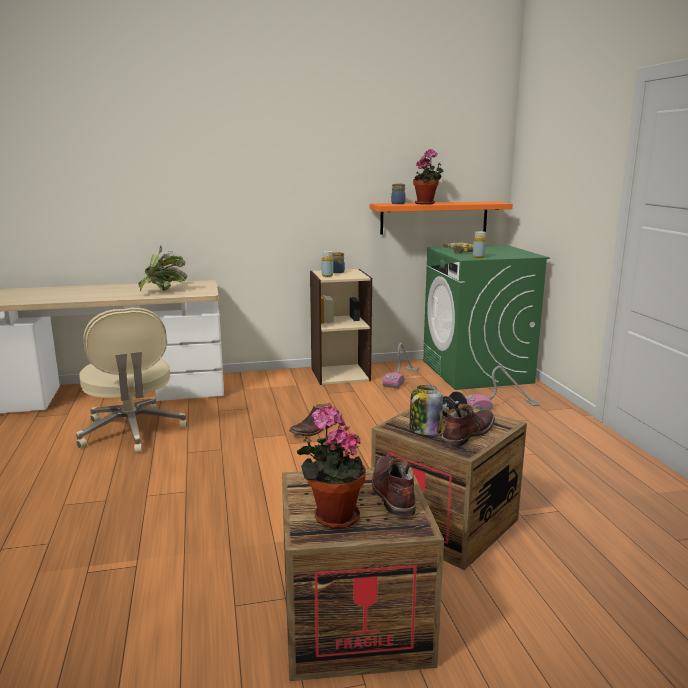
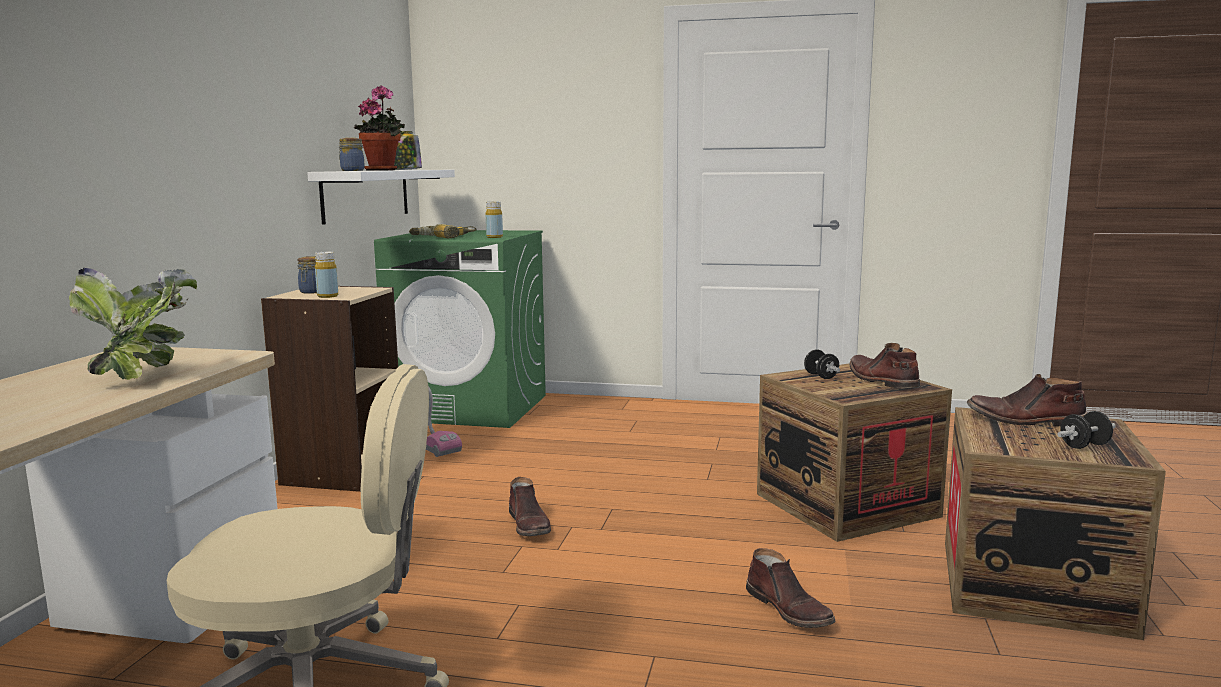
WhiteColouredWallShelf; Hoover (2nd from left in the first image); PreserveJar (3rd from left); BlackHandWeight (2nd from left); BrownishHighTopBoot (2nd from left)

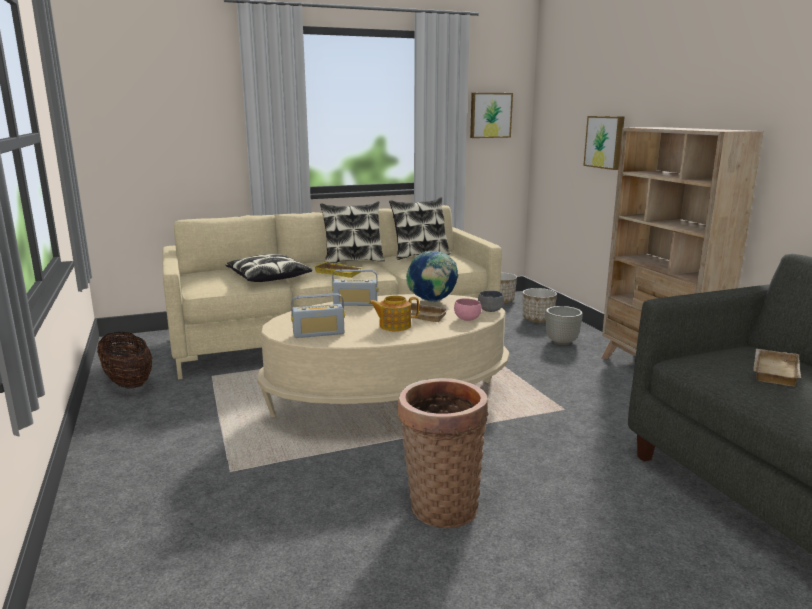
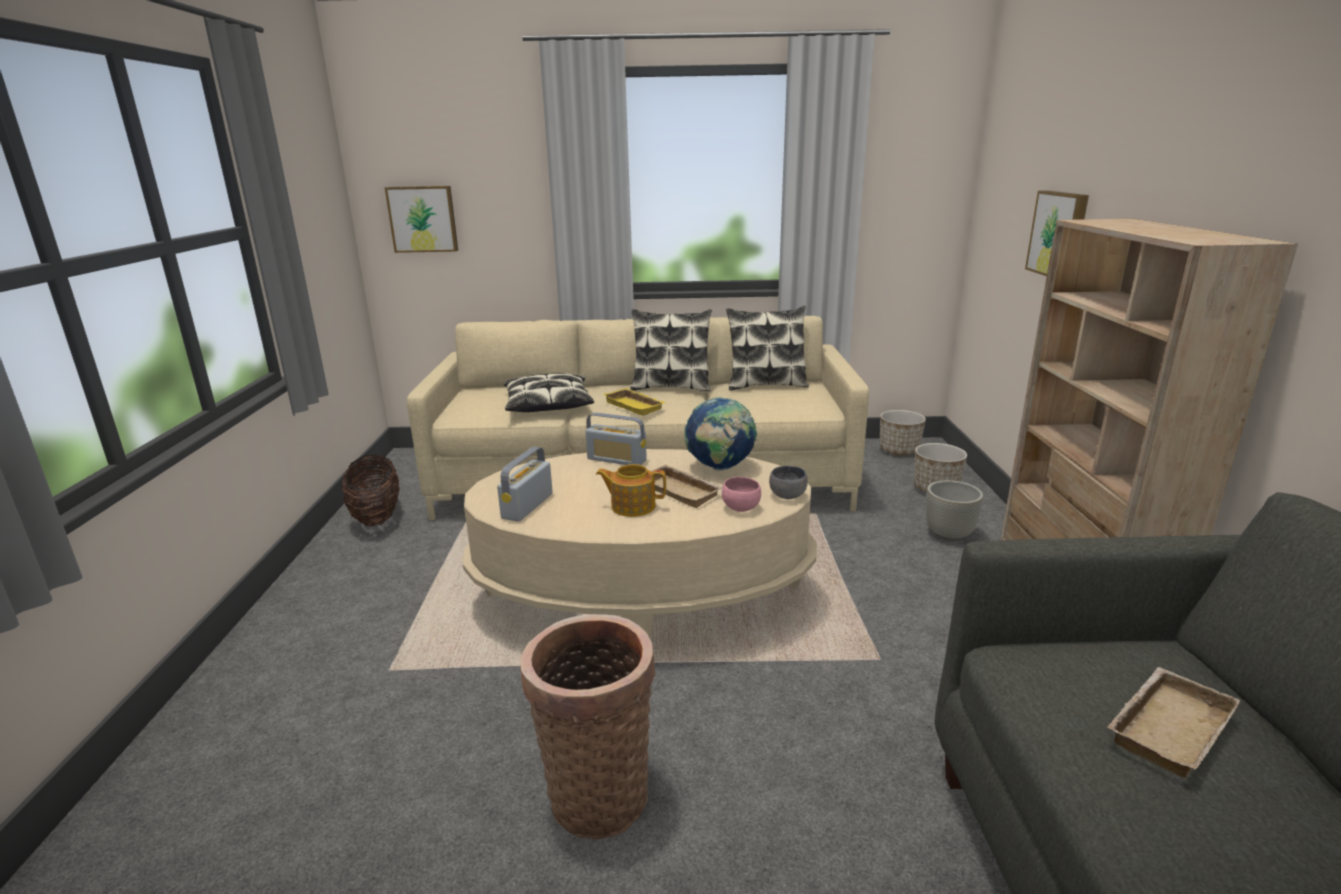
WallArt (1st from left); Radio (1st from left)

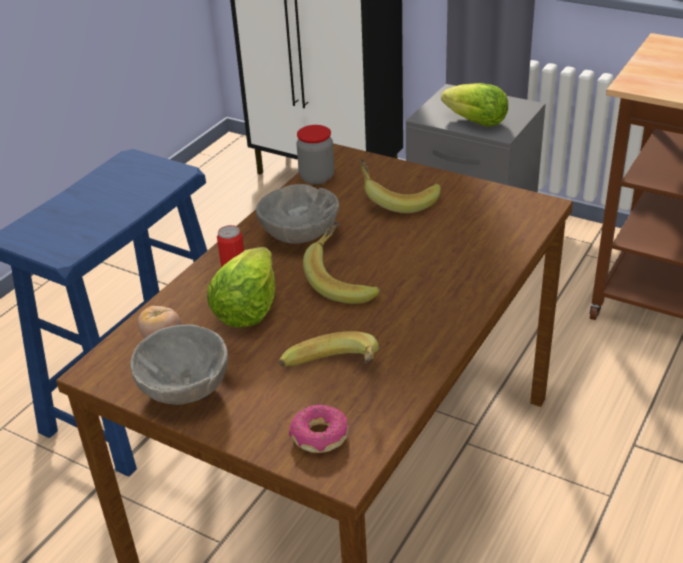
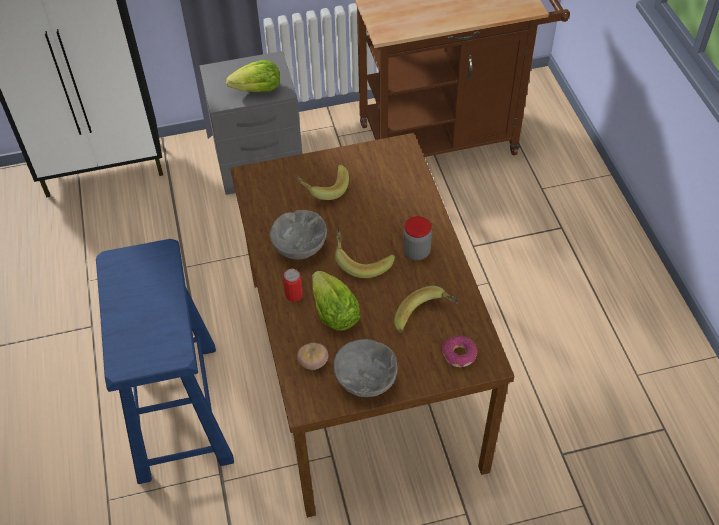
PreserveJar

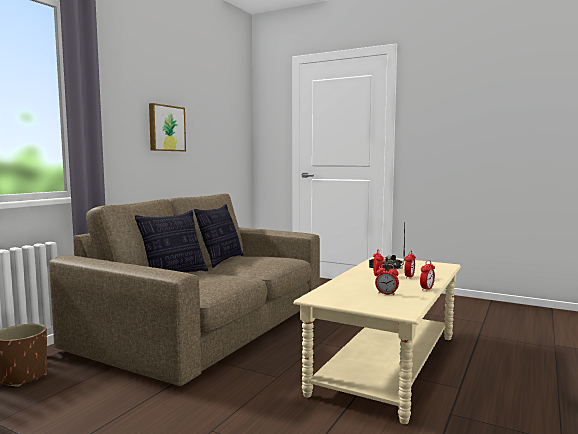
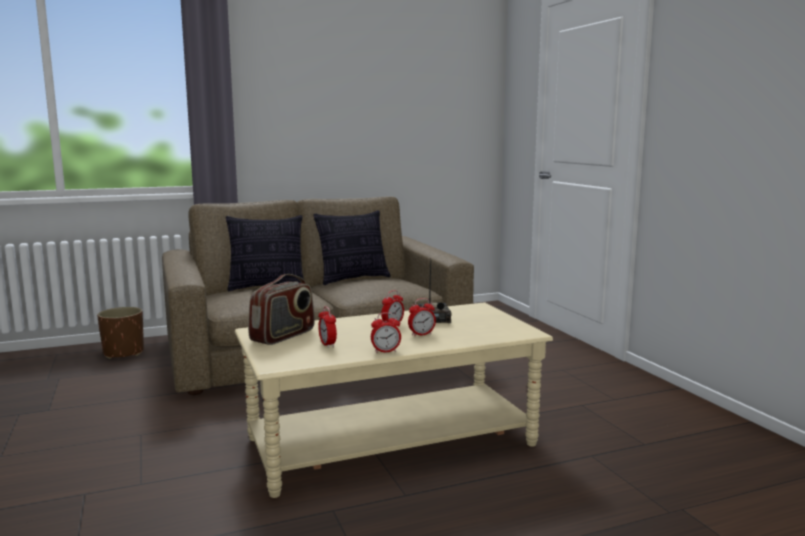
WallArt; Radio (1st from left)

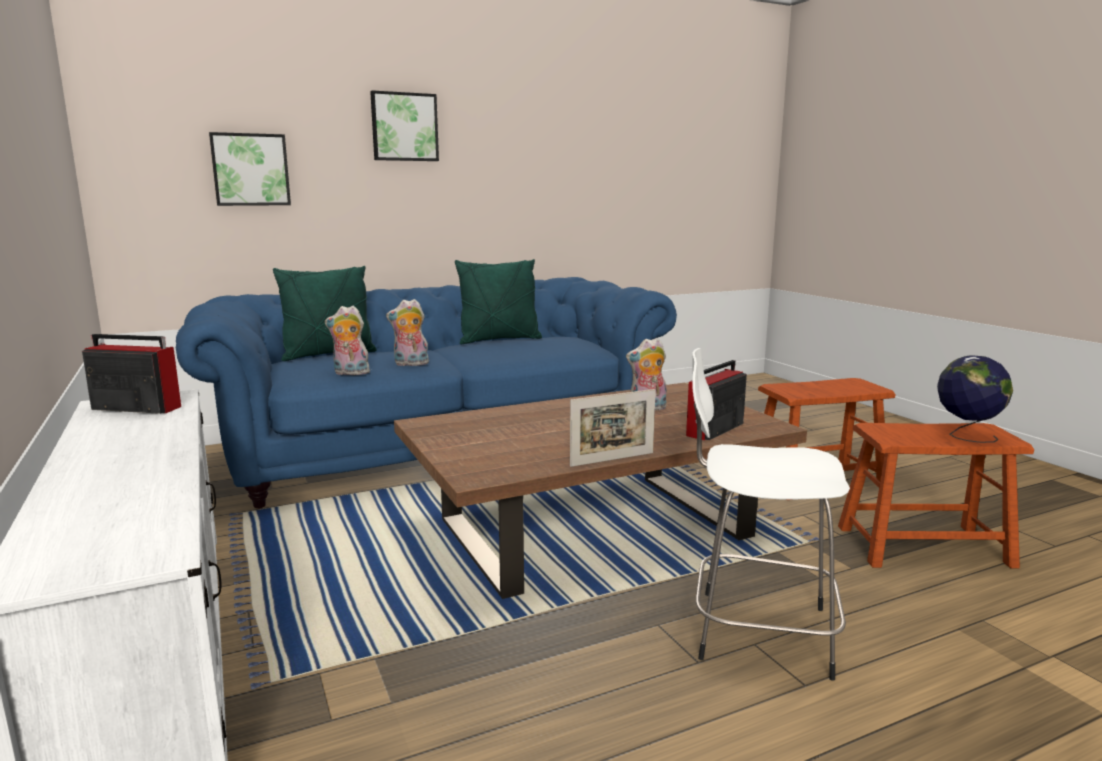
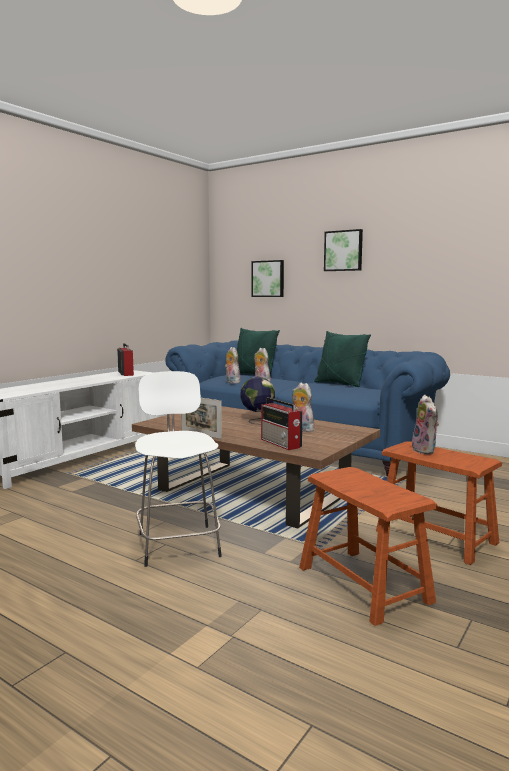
WorldGlobe; Radio (2nd from left); CuddlyToy (4th from left)

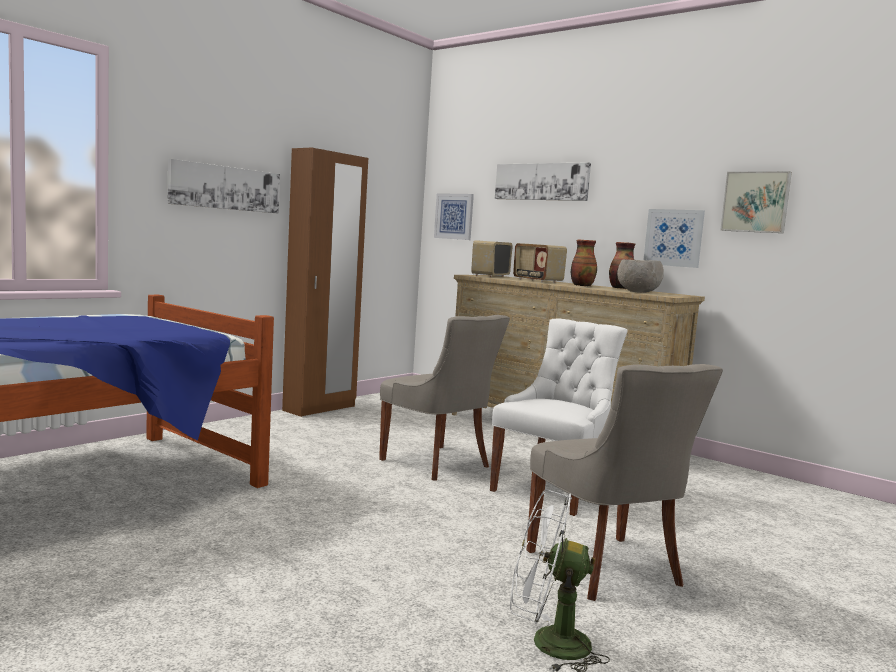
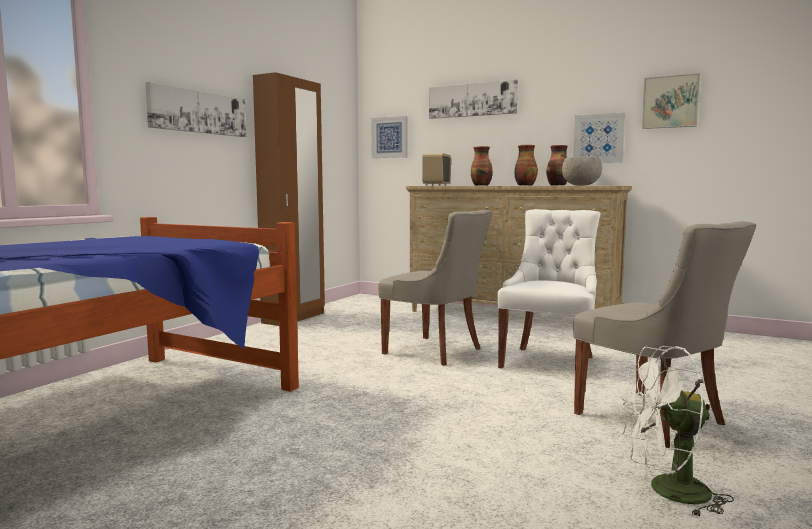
FlowerVase (1st from left)

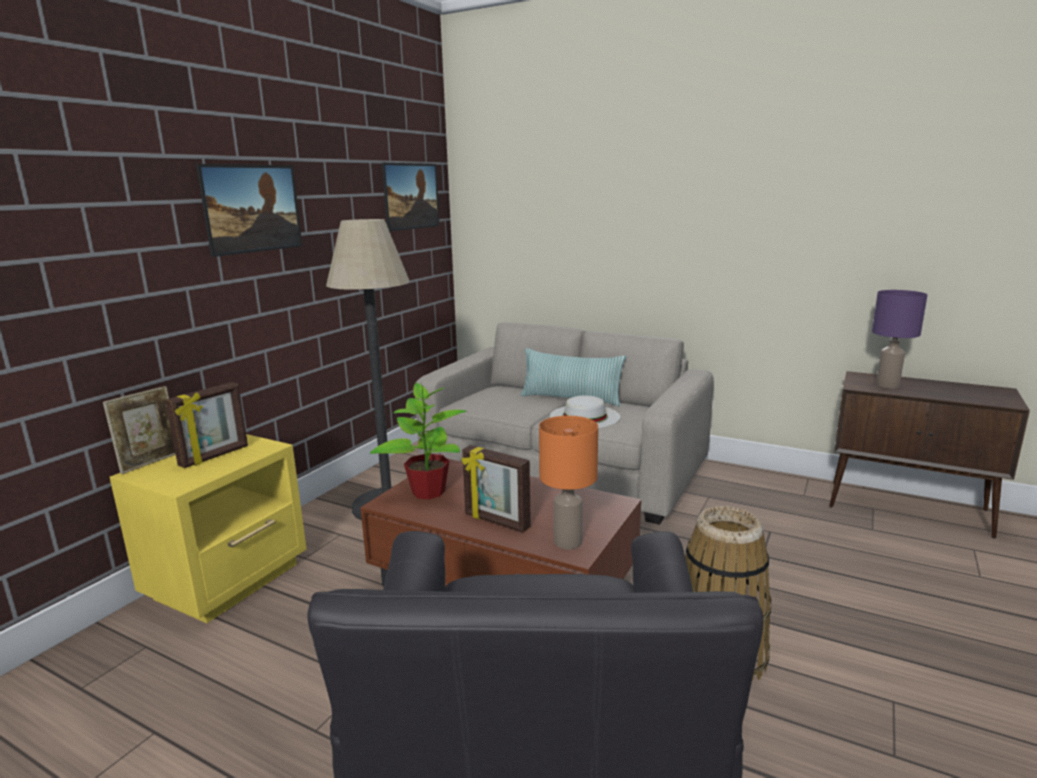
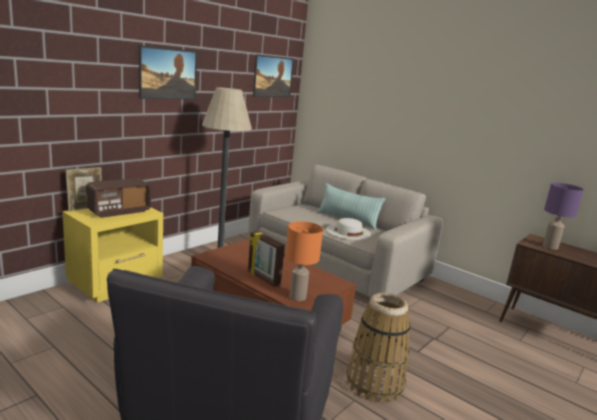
Radio; Houseplant

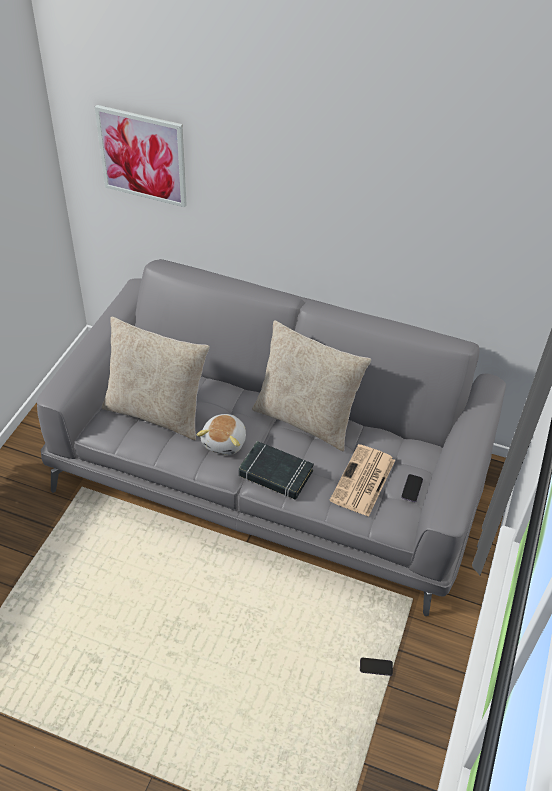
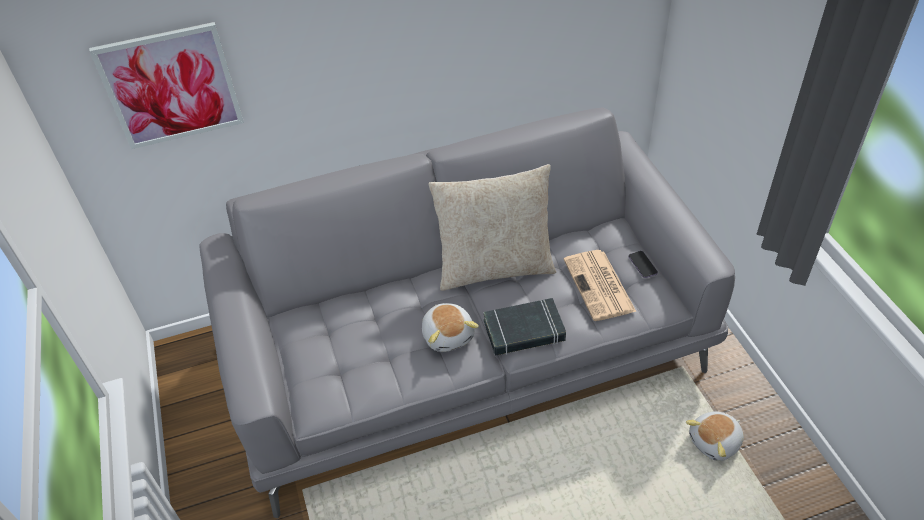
BeigeCushion (1st from left in the first image); CuddlyToy (2nd from left)

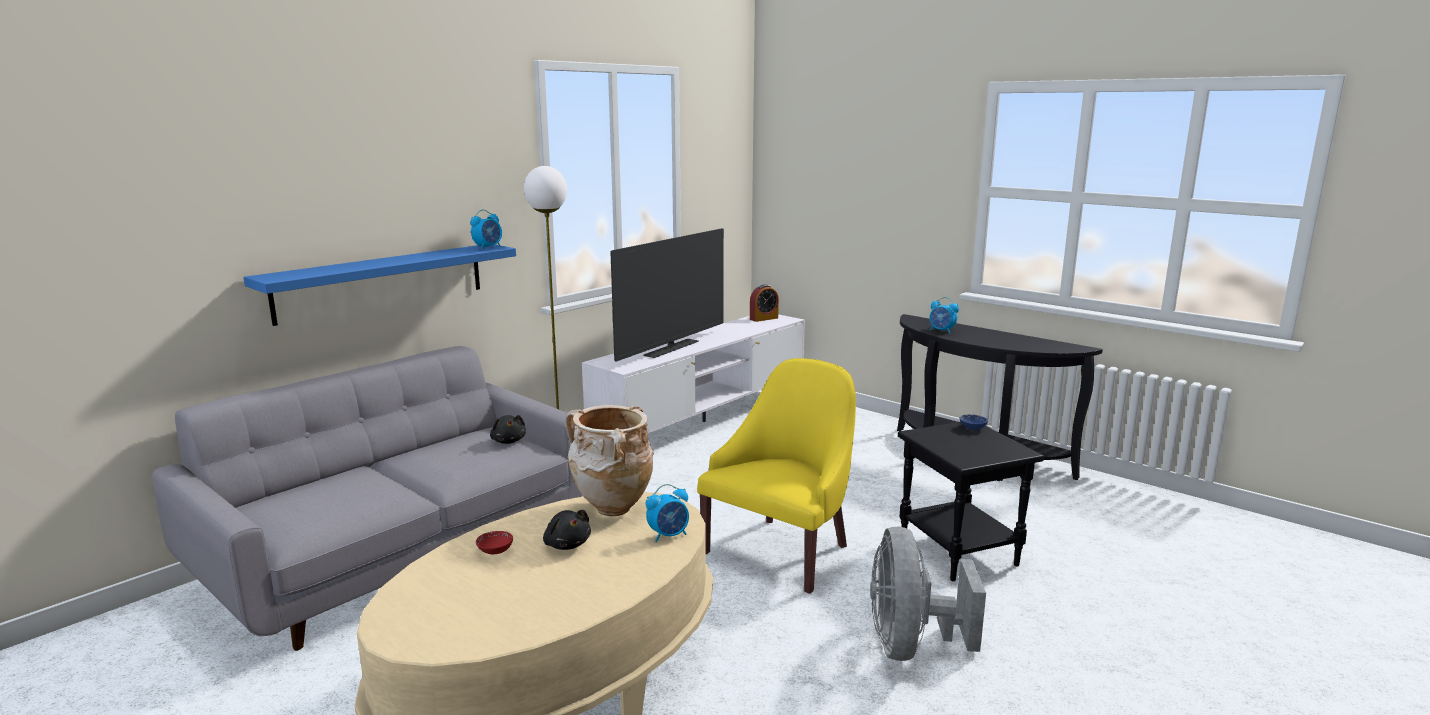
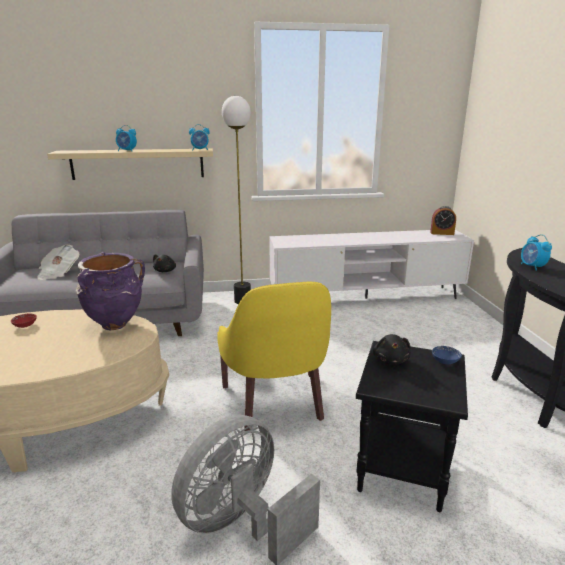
Television; BeigeWallShelf; YellowColouredLoungeChair; PurpleFlowerVase; AlarmClock (1st from left); BlackCuddlyToy (2nd from left); DailyPaper

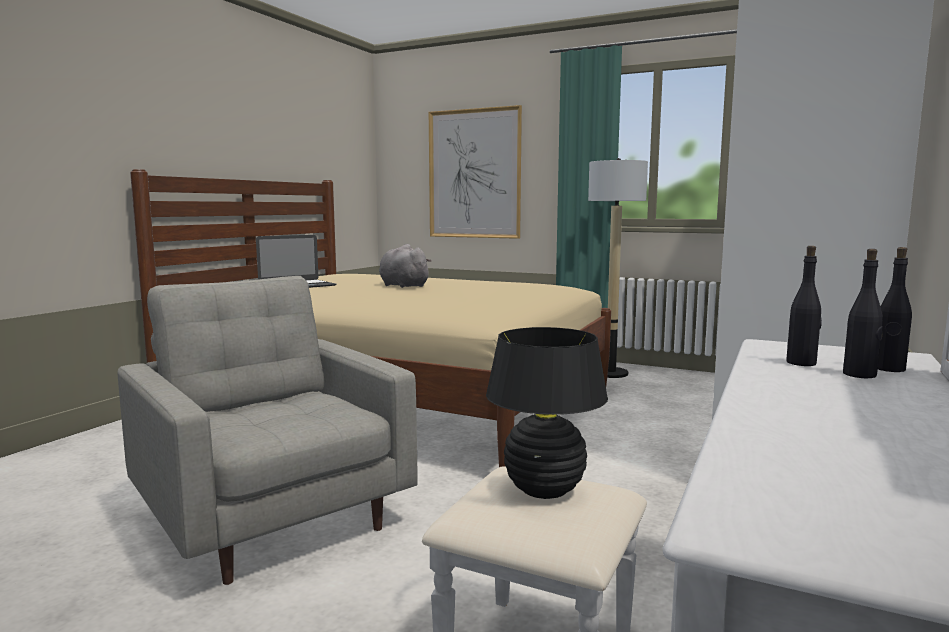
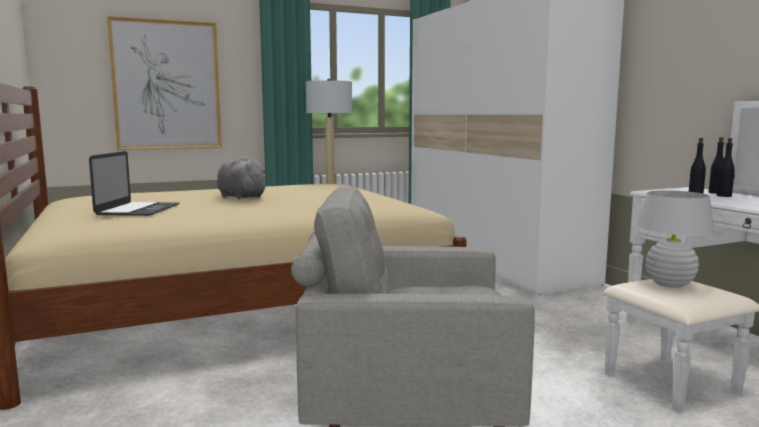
GreyCuddlyToy; WhiteColouredLampForATable

